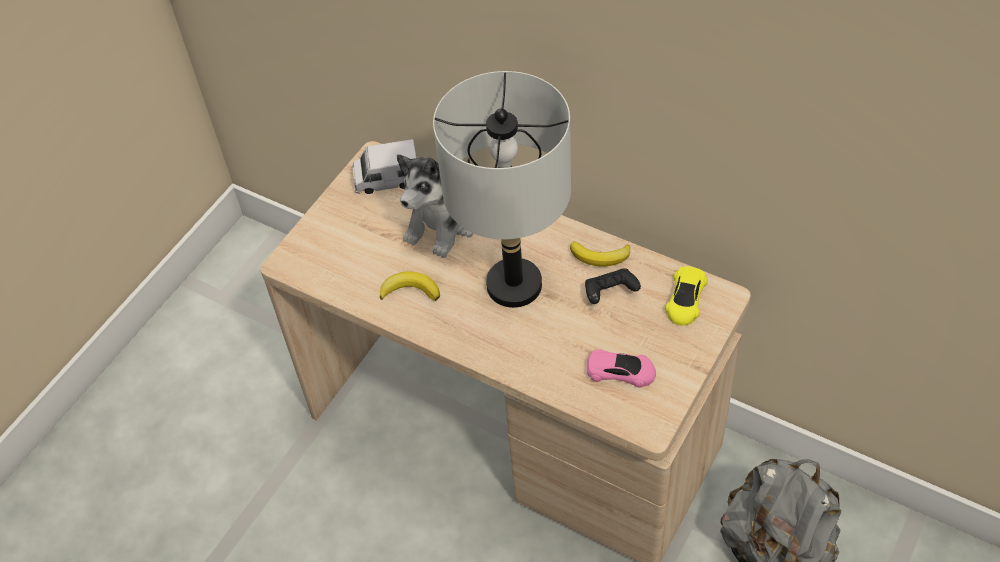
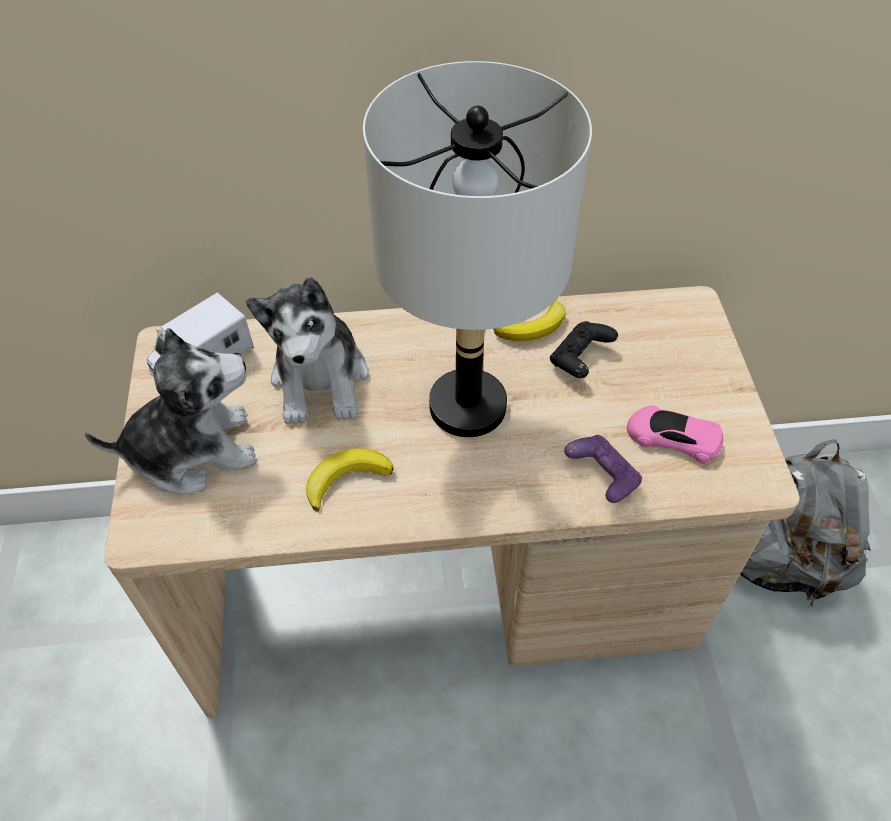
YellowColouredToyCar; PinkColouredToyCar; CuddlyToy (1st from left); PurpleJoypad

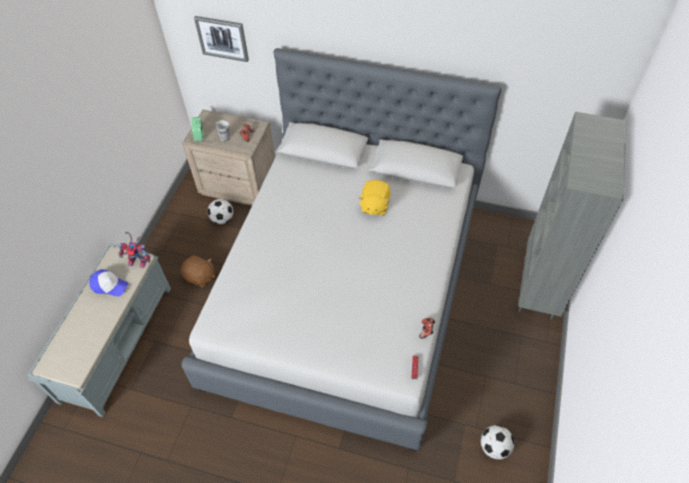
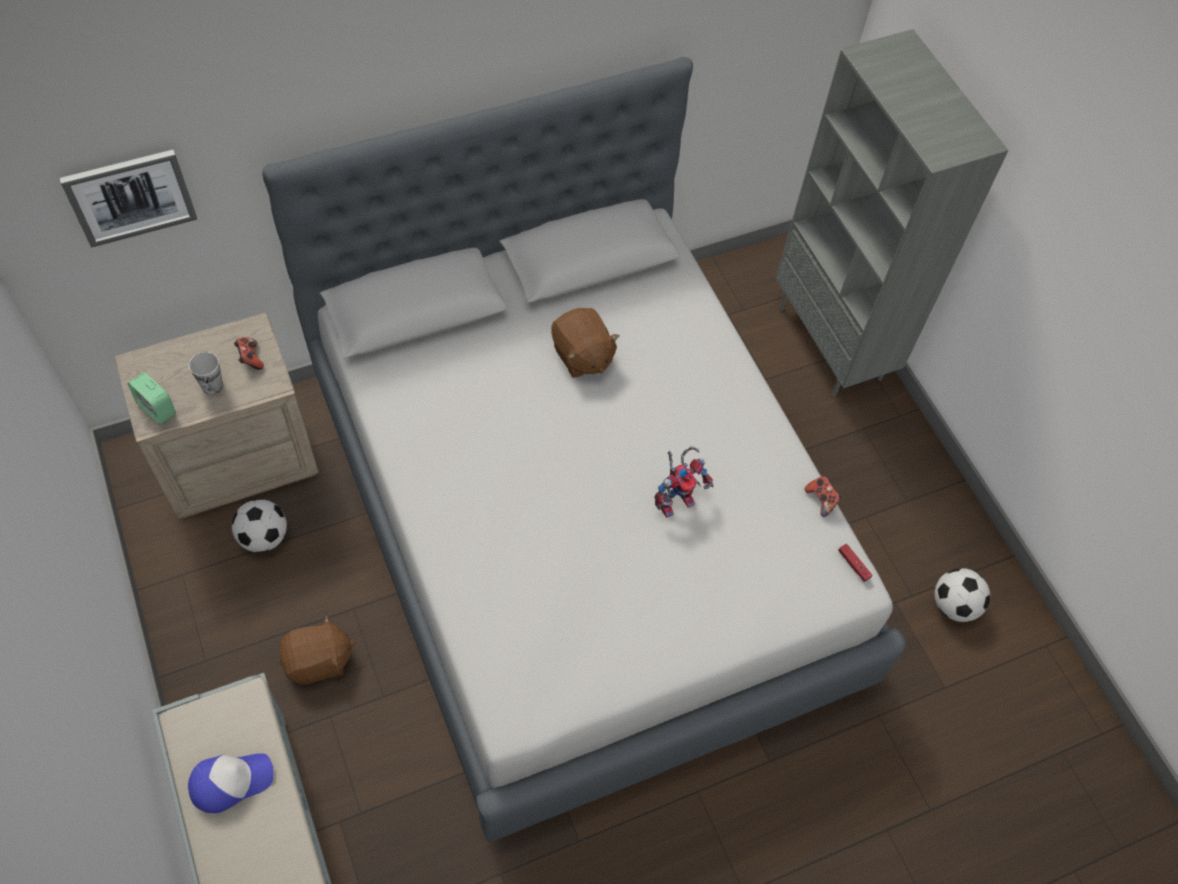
BrownishCuddlyToy (2nd from left); RobotFigure

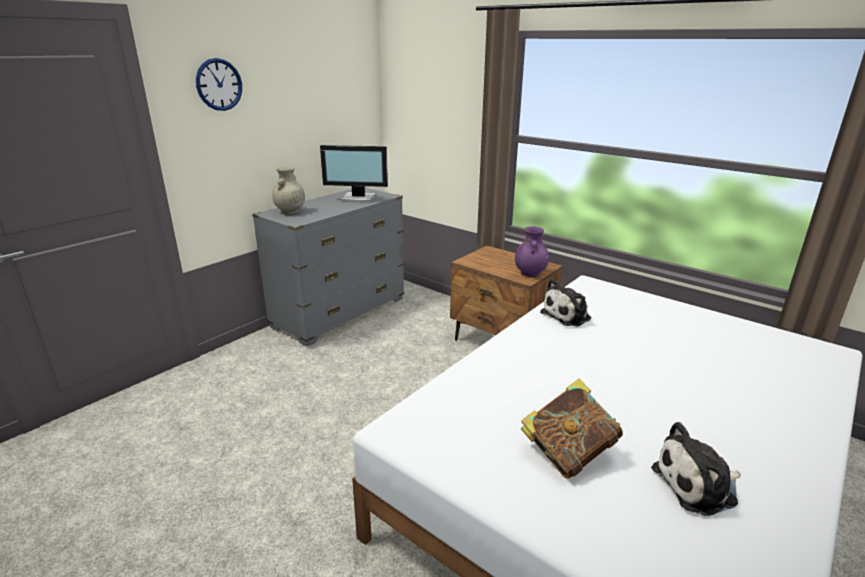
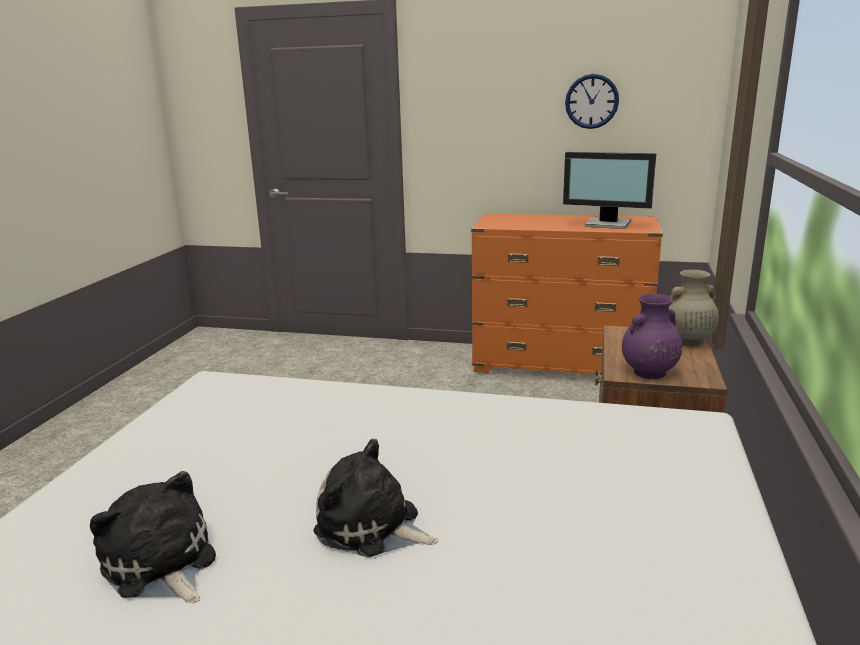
ClockOnTheWall; ComputerDisplay; BeigeFlowerVase; OrangeDrawerChest; CuddlyToy (2nd from left); Volume

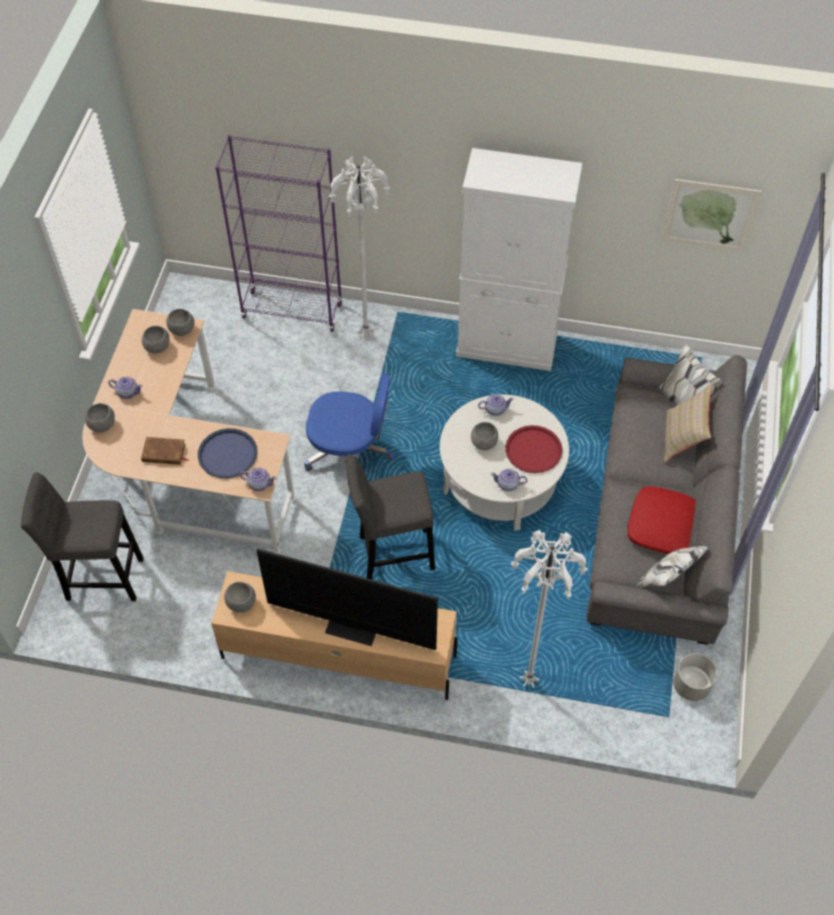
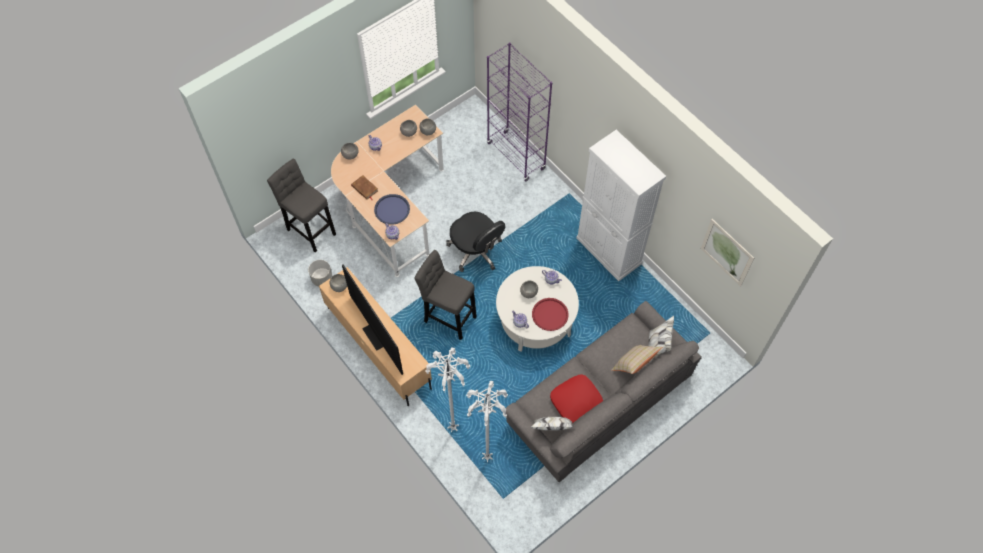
WhiteColouredFloorLamp (2nd from left); BlackDeskChair; GreyFlowerPot

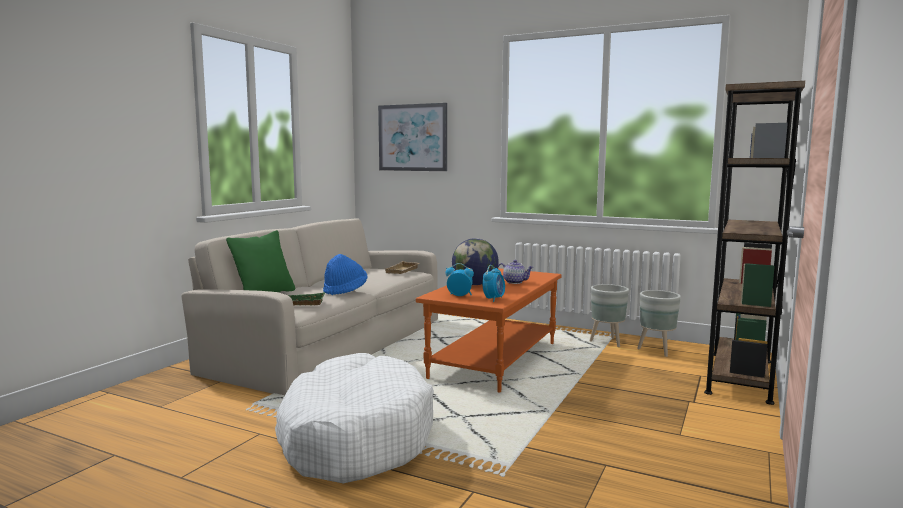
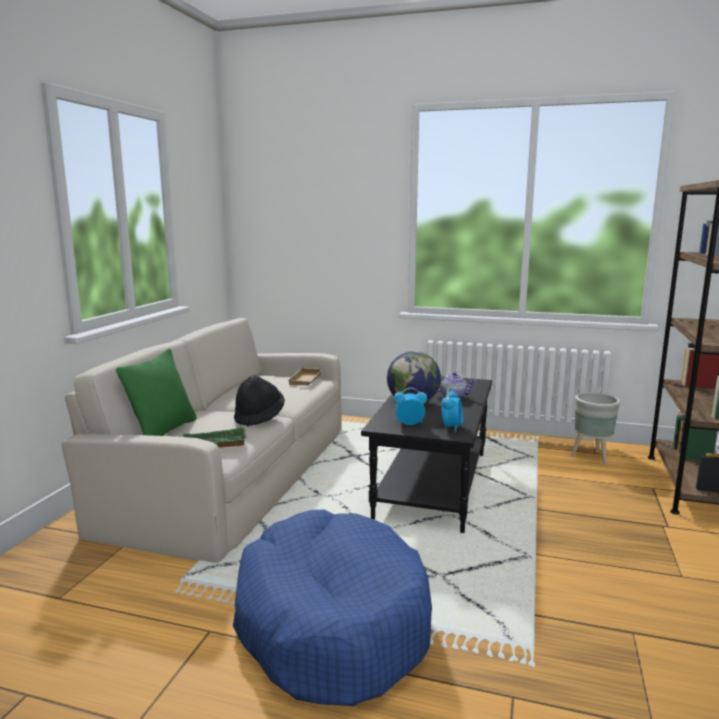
WallArt; BlackHat; BlackLoungeTable; GreyFlowerPot (1st from left in the first image); BluePetBed

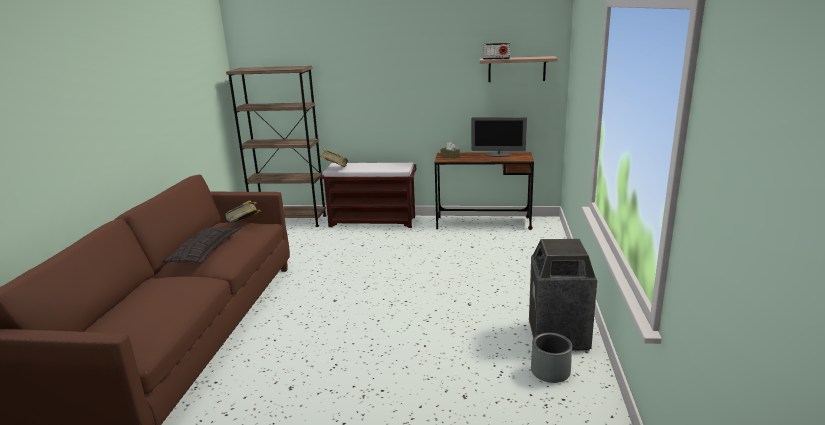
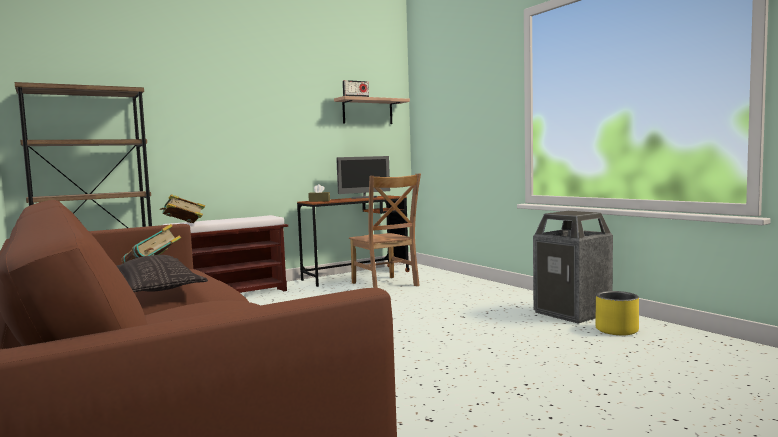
YellowColouredFlowerPot; BrownishChair

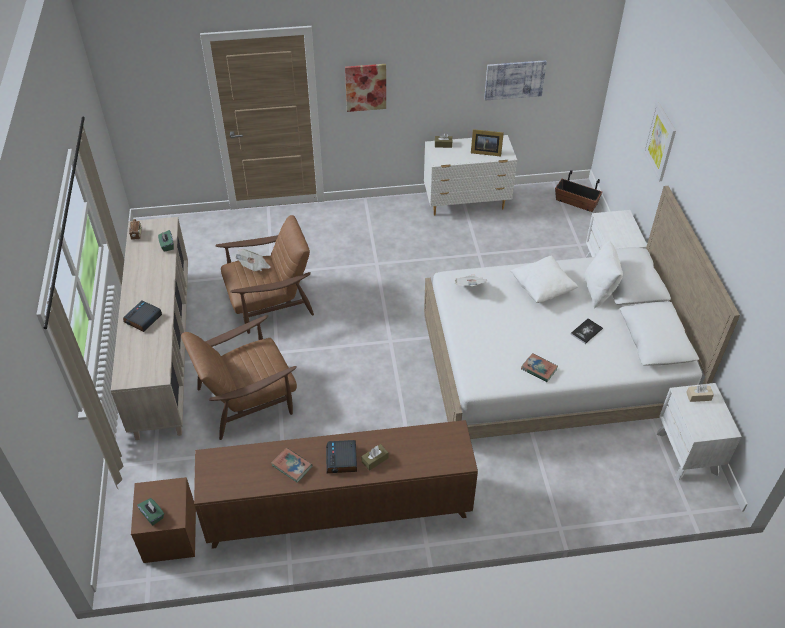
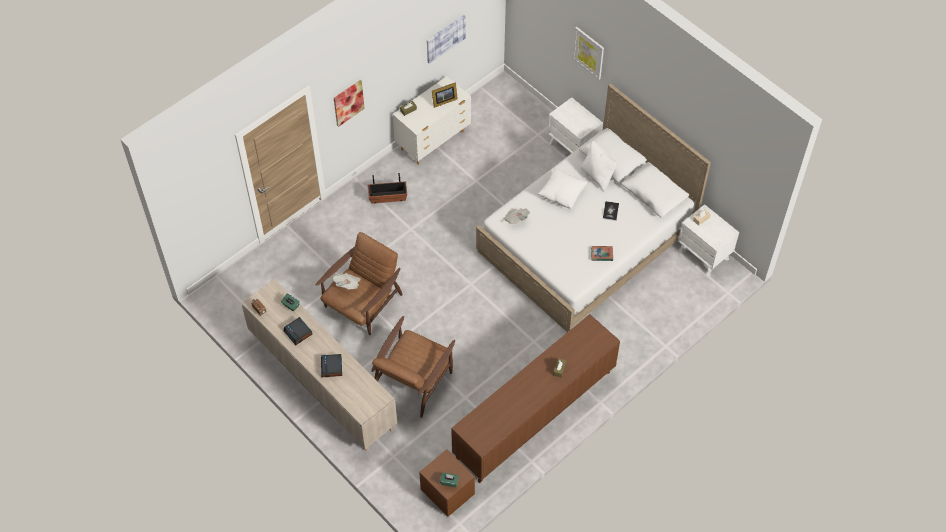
FlowerPot; AlarmClock (1st from left); Volume (1st from left in the first image)

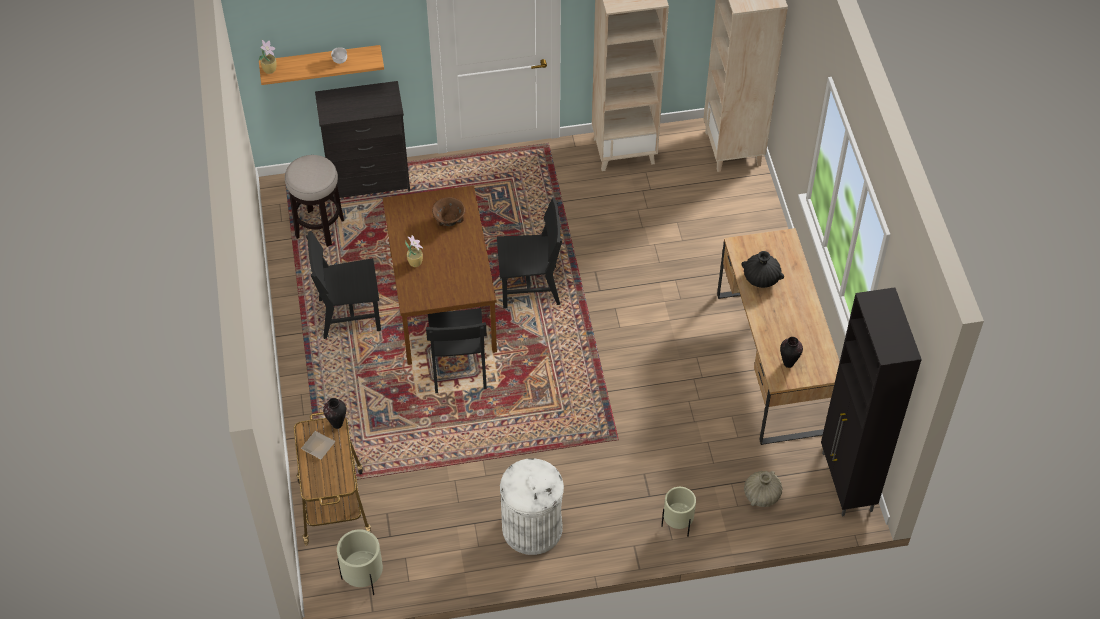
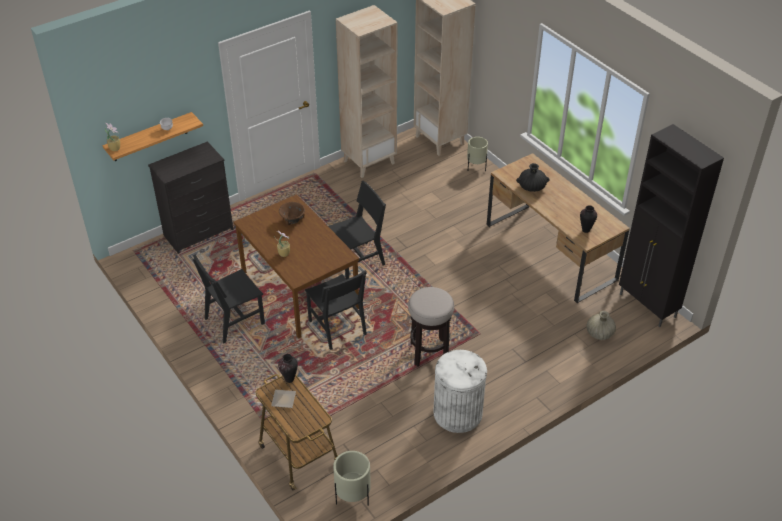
SittingStool; BeigeFlowerPot (2nd from left)

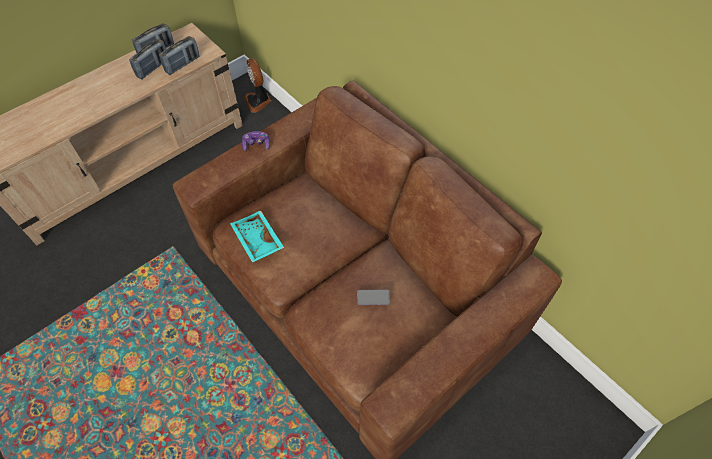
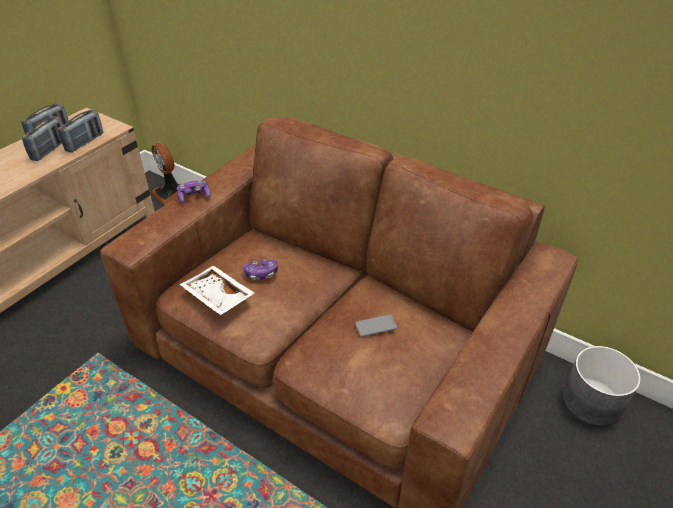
WhiteColouredTray; Joypad (2nd from left); GreyFlowerPot

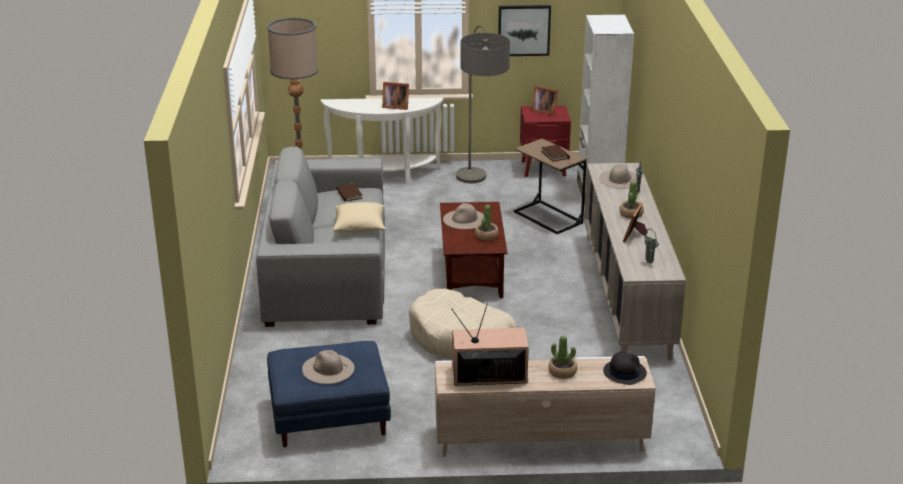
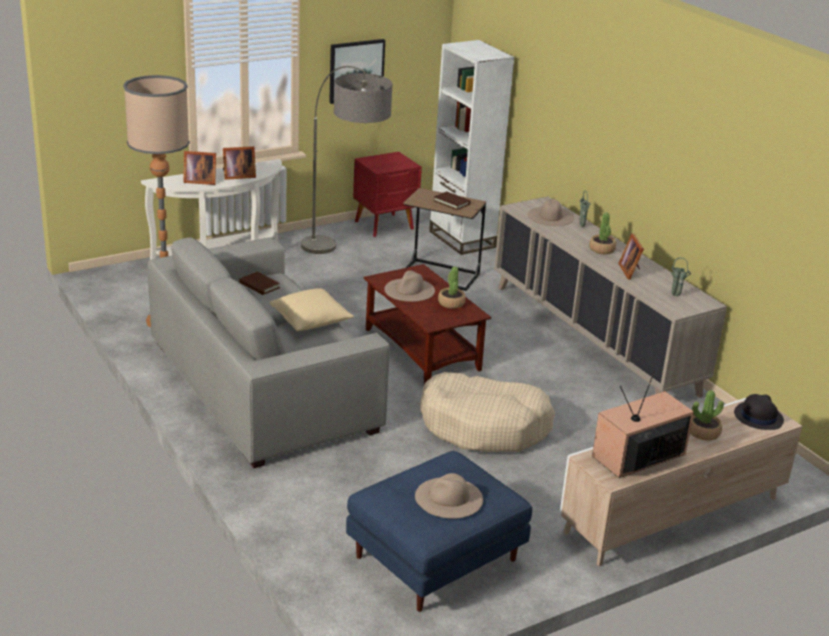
PictureFrame (1st from left)

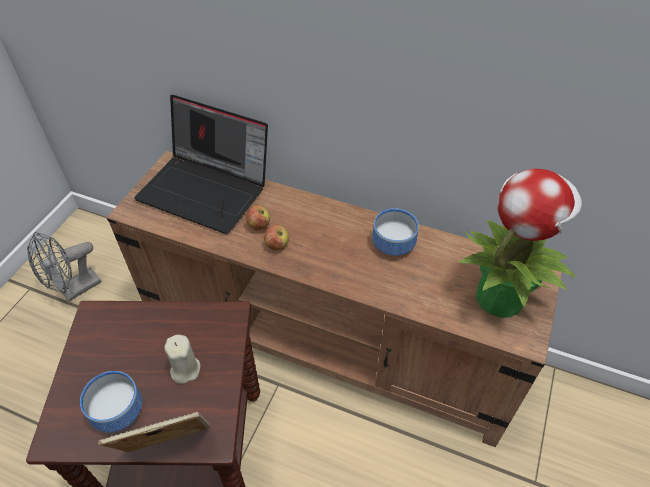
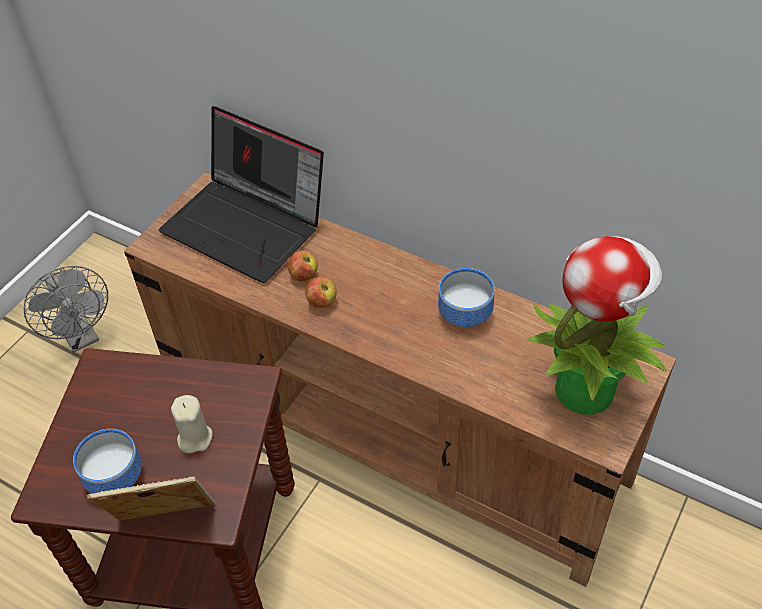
GreyElectricFan

